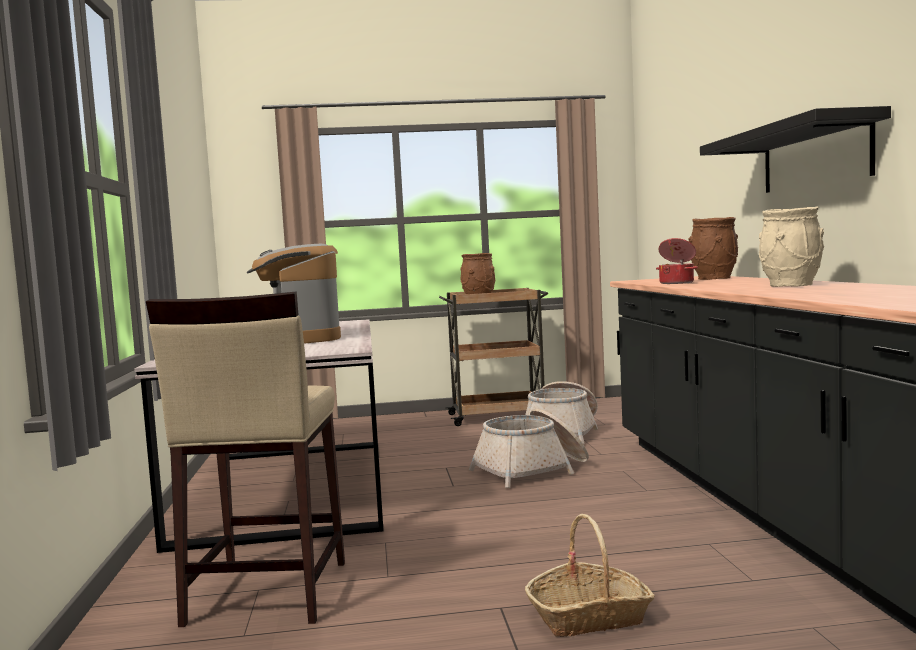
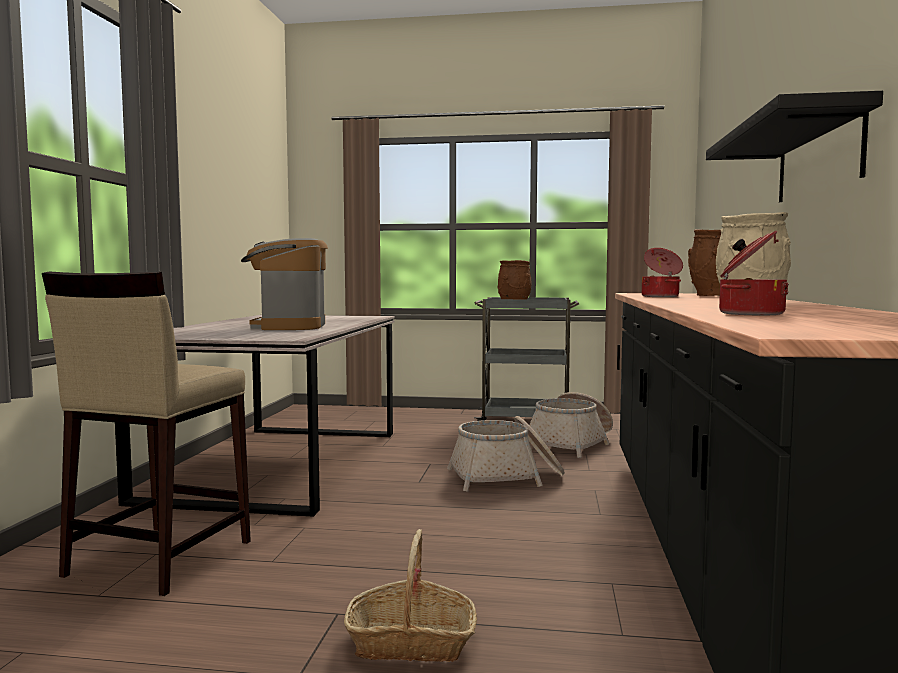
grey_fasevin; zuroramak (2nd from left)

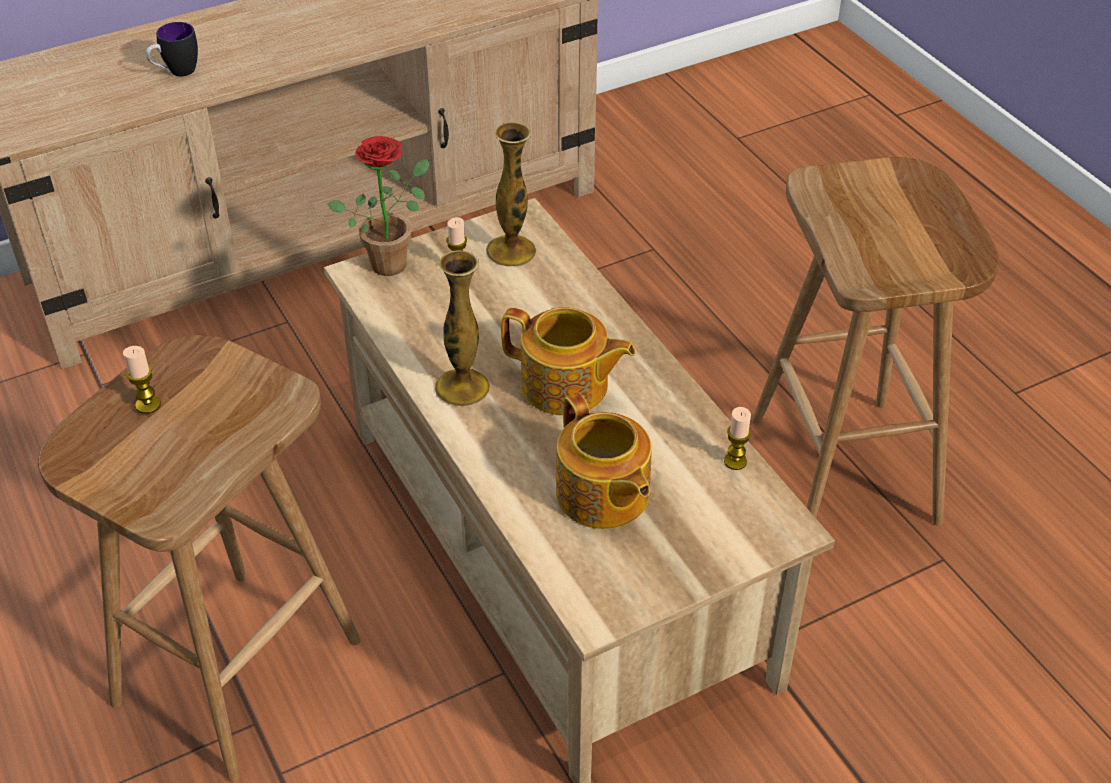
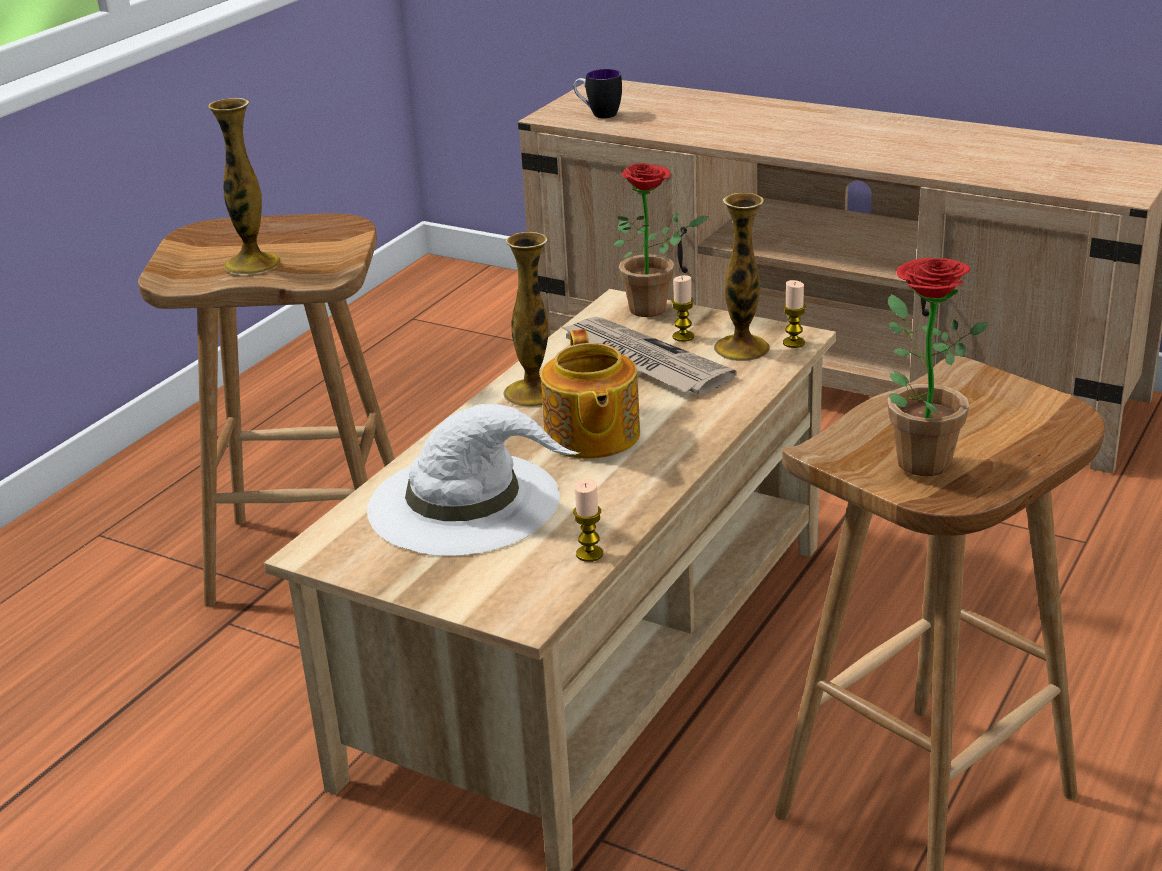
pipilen (3rd from left); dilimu; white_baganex; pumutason (1st from left); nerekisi; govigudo (2nd from left)

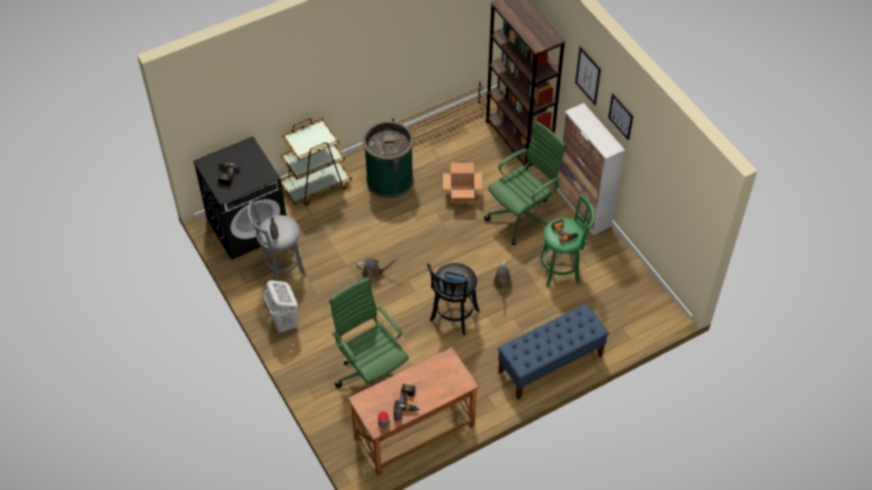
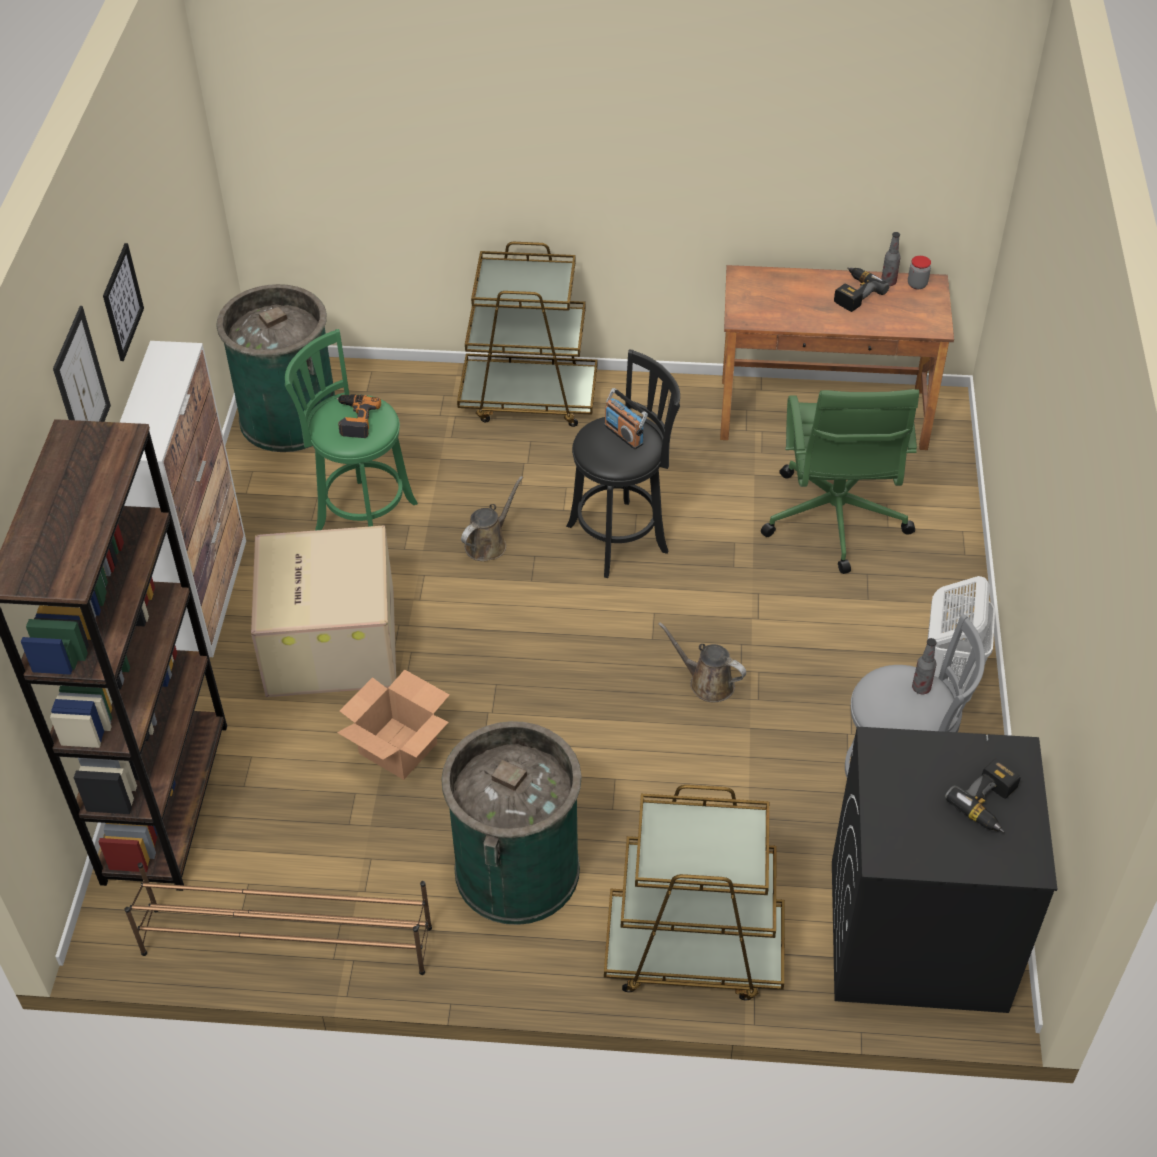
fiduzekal (1st from left); brown_fasevin (1st from left); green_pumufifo (1st from left)

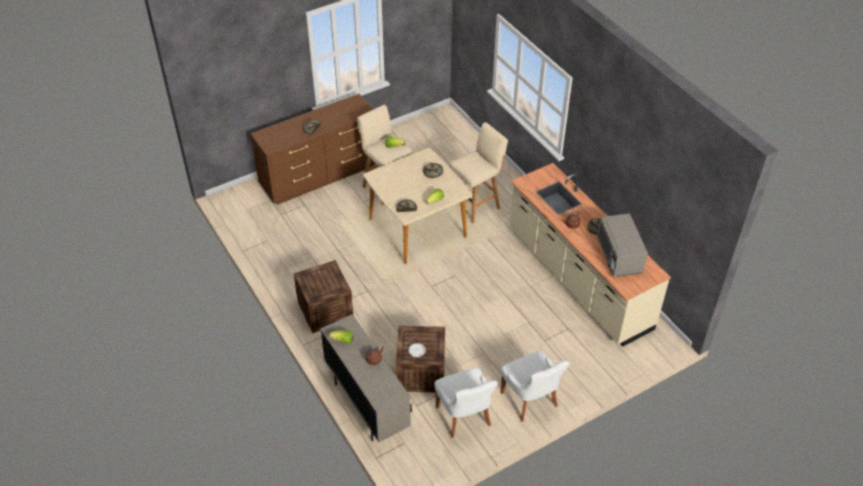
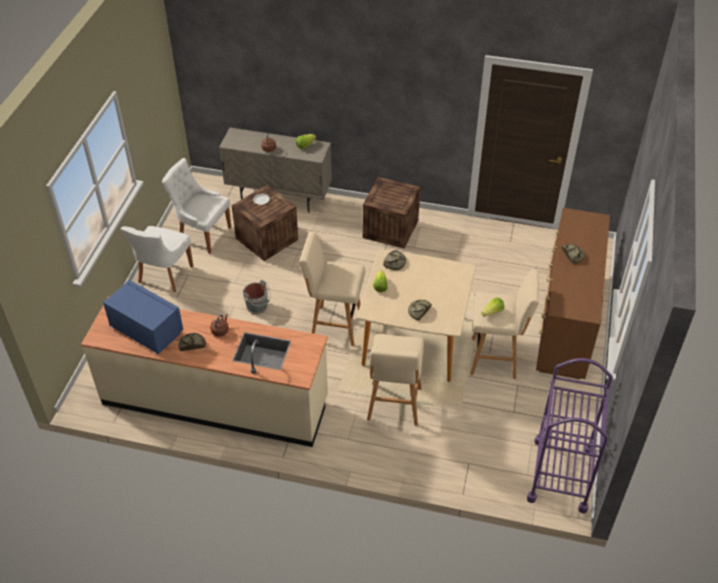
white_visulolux (1st from left); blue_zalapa; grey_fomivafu; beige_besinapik (1st from left); purple_fasevin

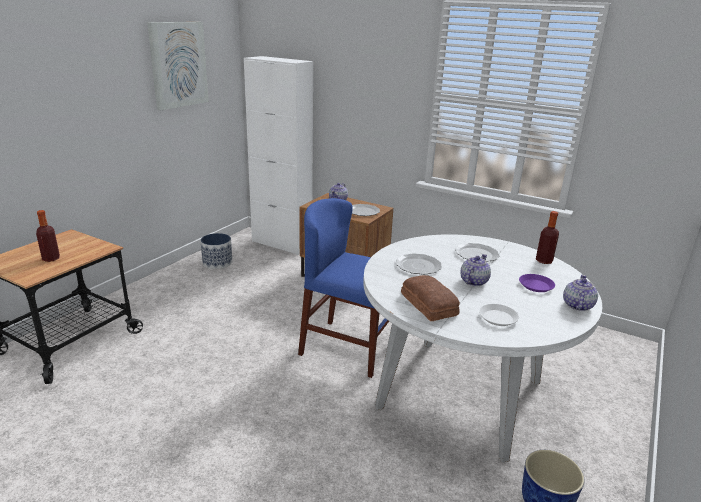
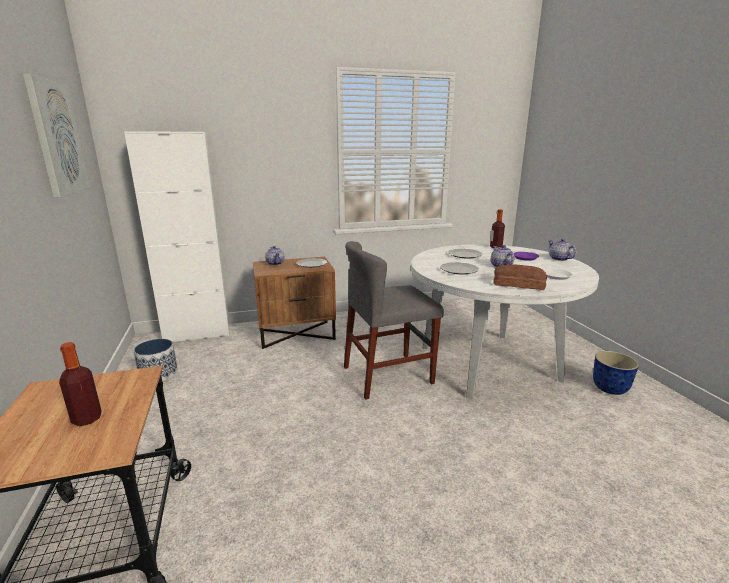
grey_visulolux

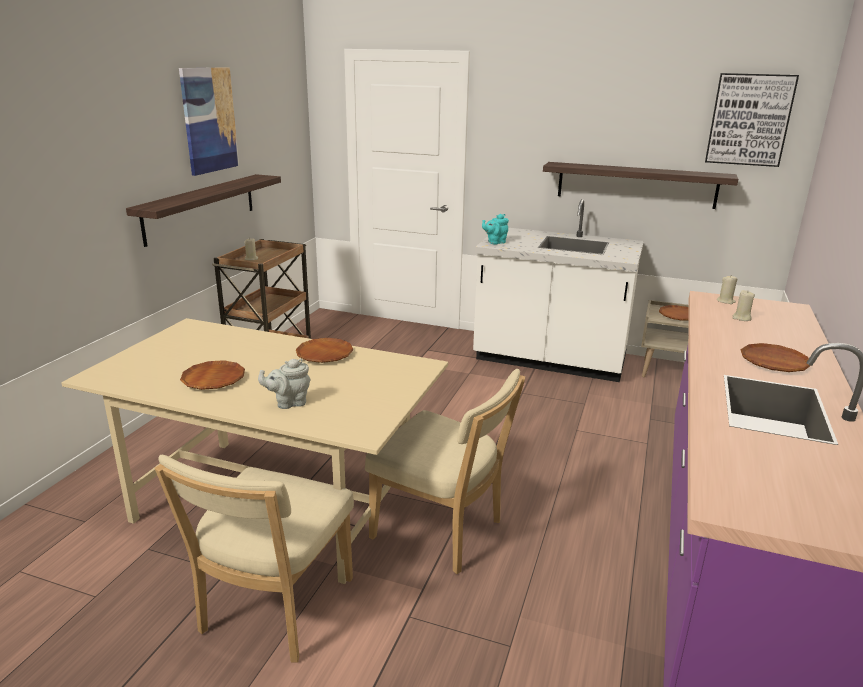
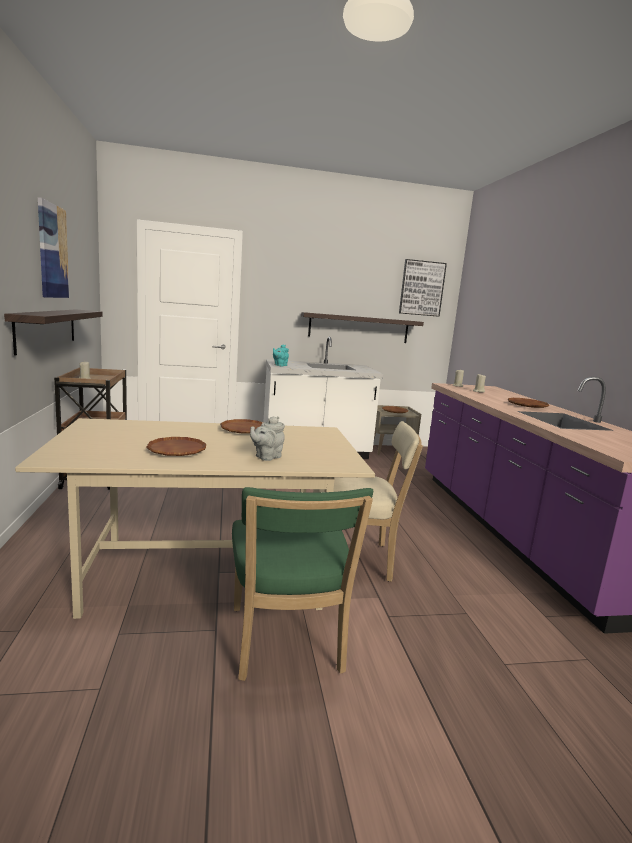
green_visulolux

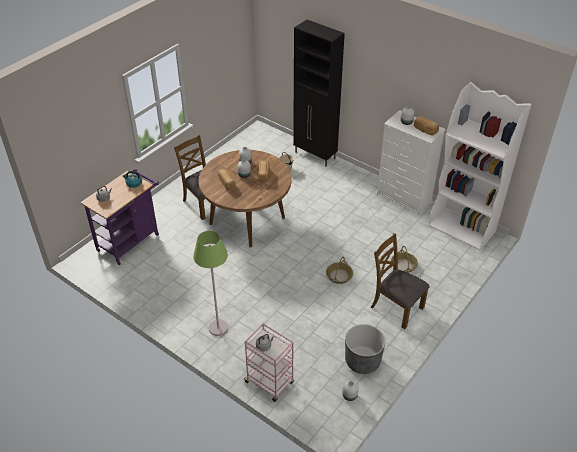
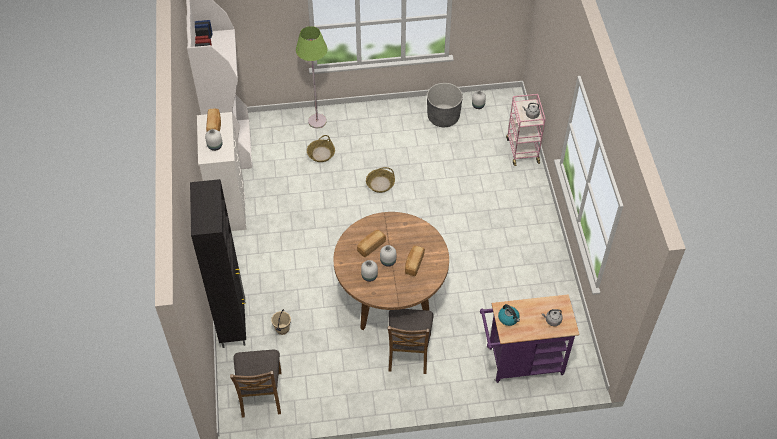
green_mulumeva; brown_visulolux (1st from left)

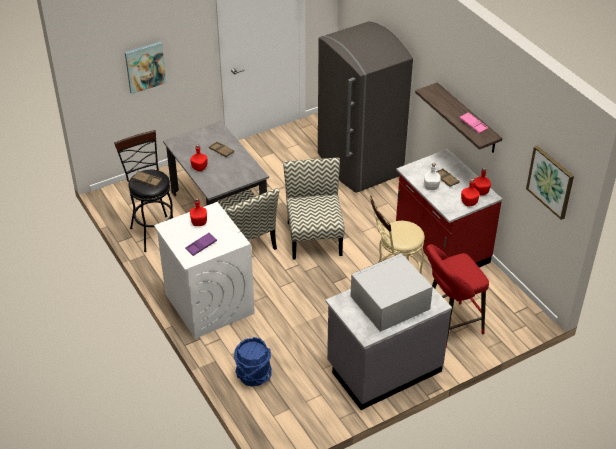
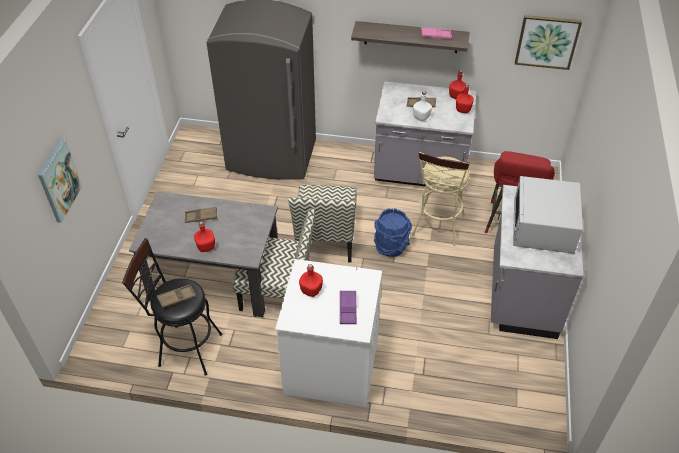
blue_fomivafu; visulolux (2nd from left); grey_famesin (1st from left)

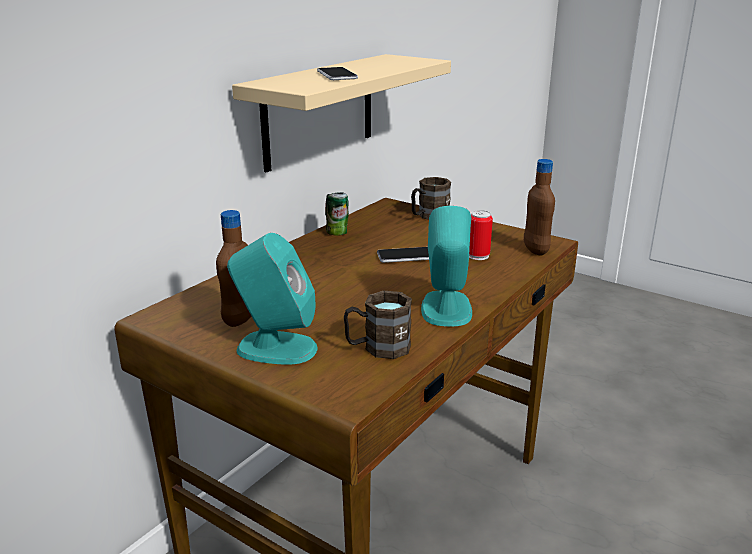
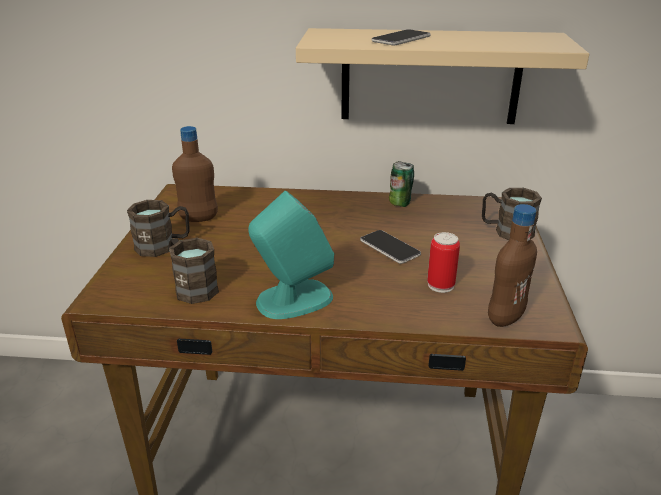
brown_dilimu (1st from left)

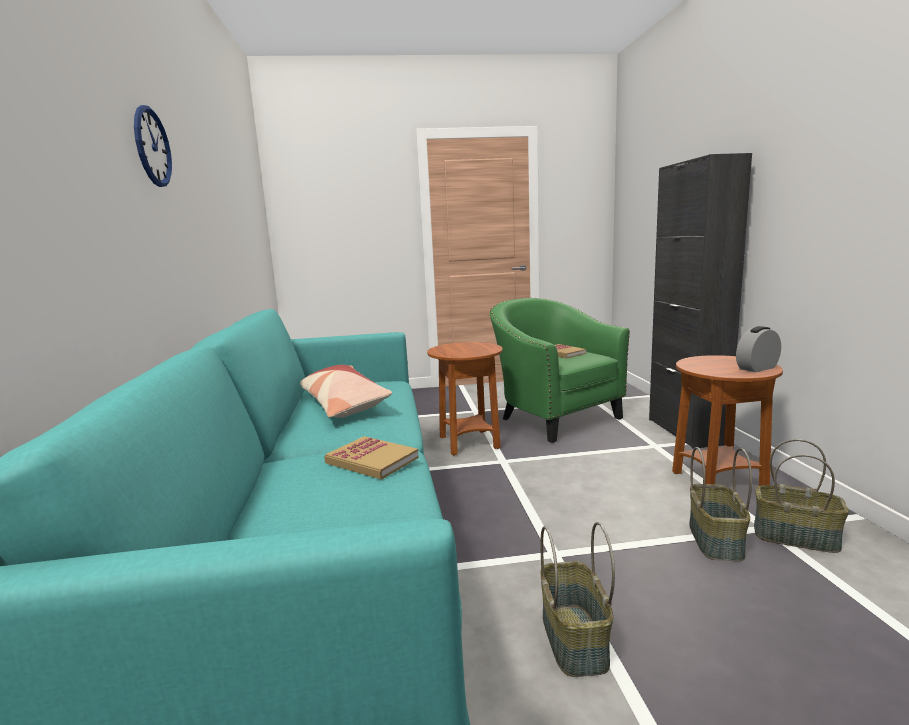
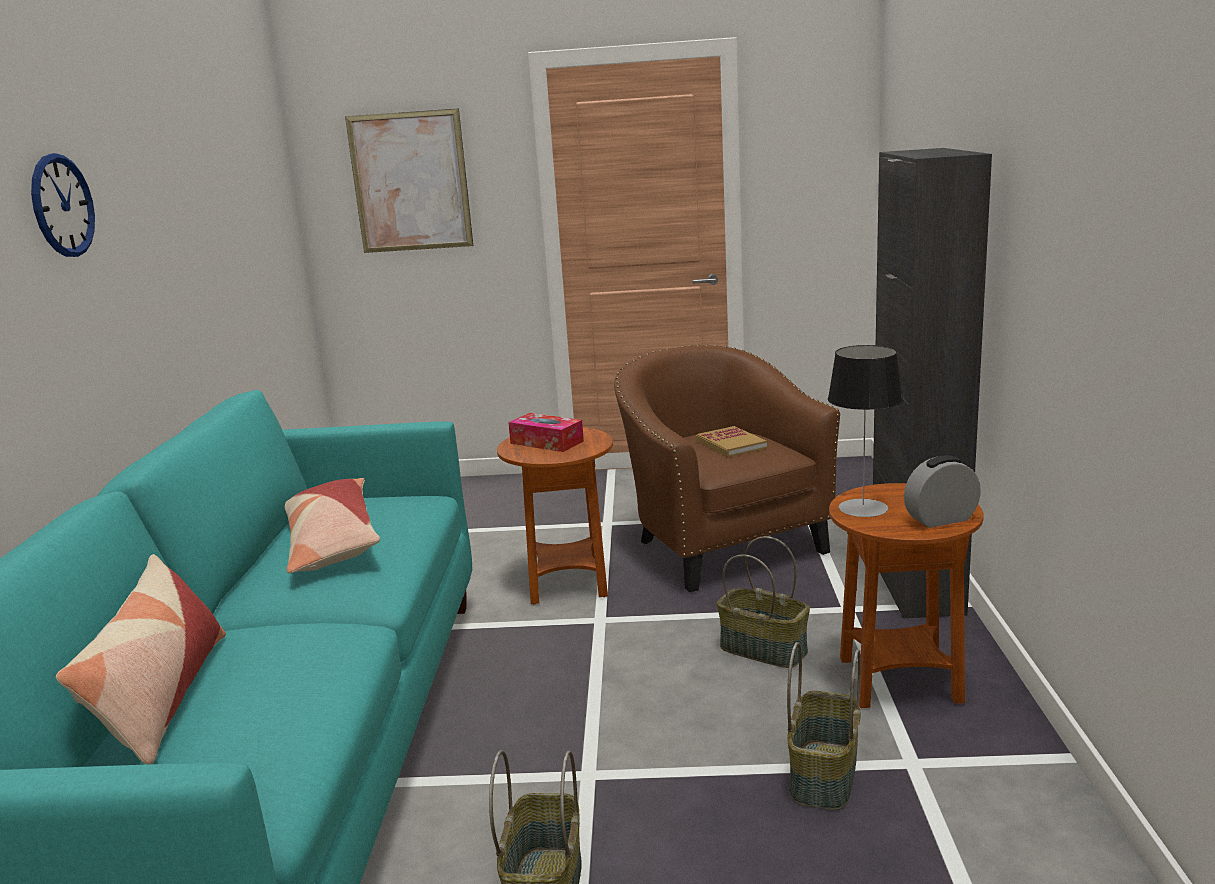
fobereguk (1st from left in the first image); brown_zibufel; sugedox (2nd from left); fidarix (1st from left); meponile; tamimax; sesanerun

